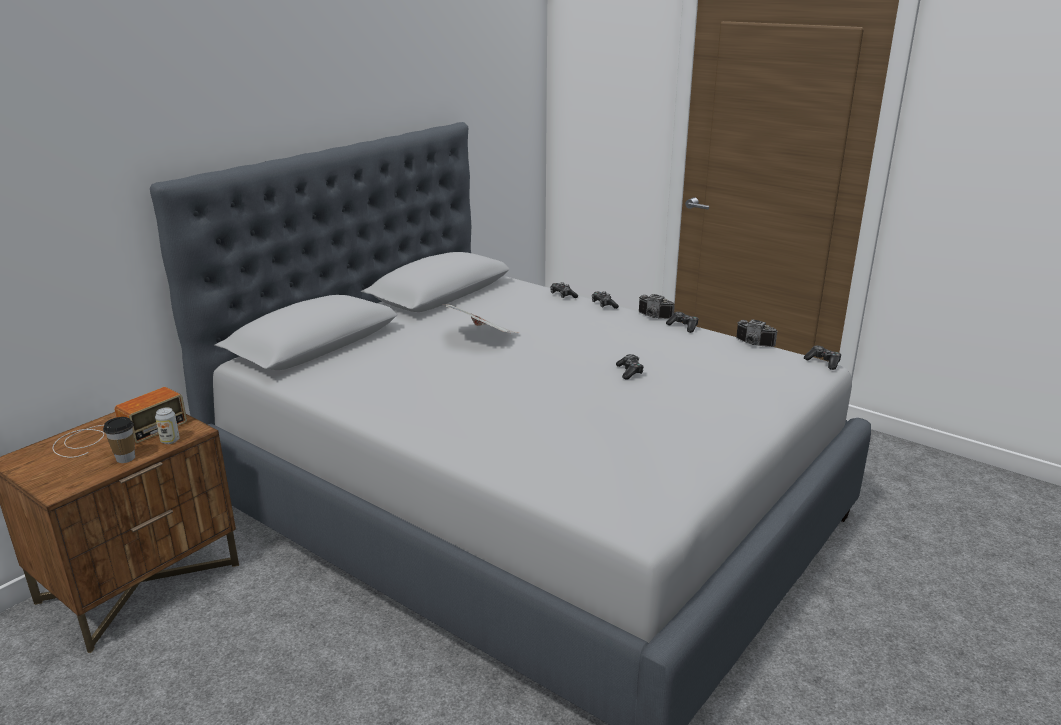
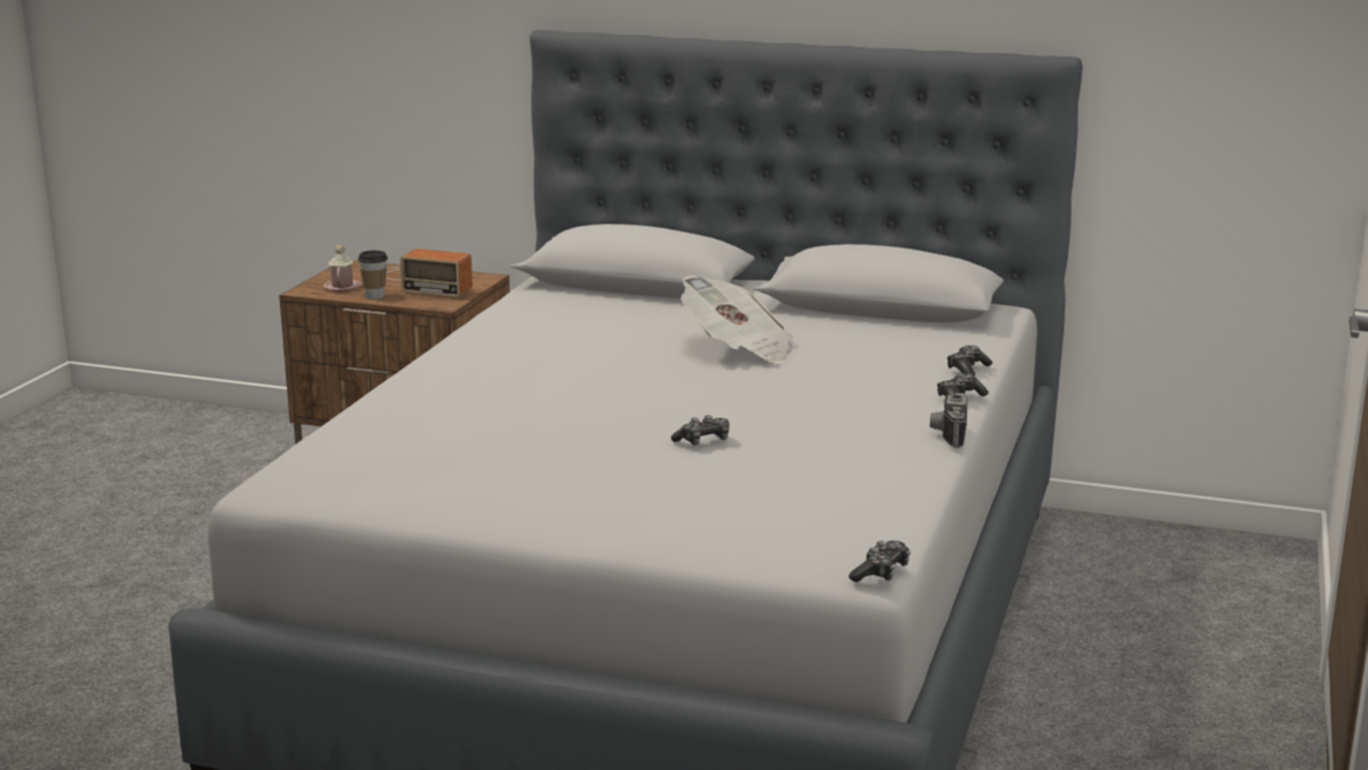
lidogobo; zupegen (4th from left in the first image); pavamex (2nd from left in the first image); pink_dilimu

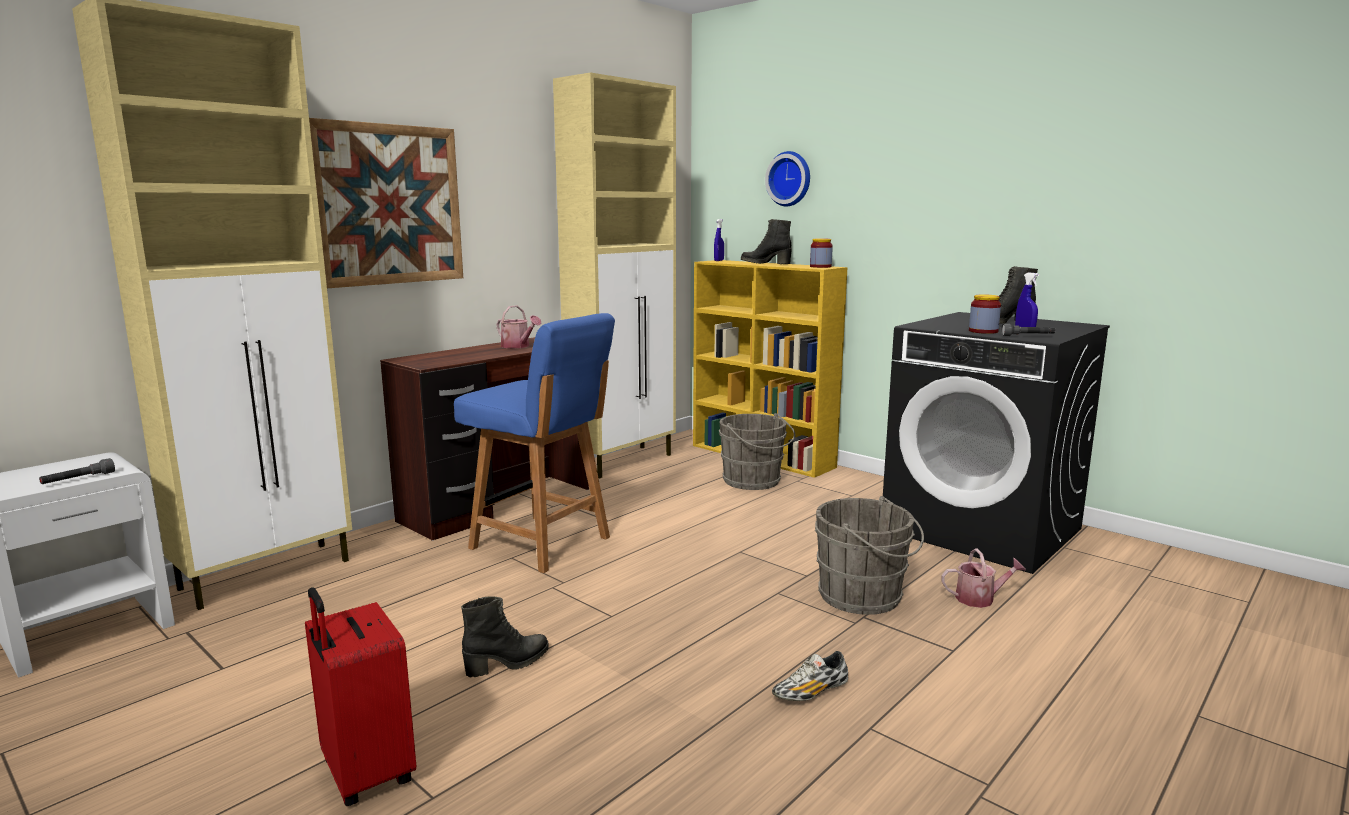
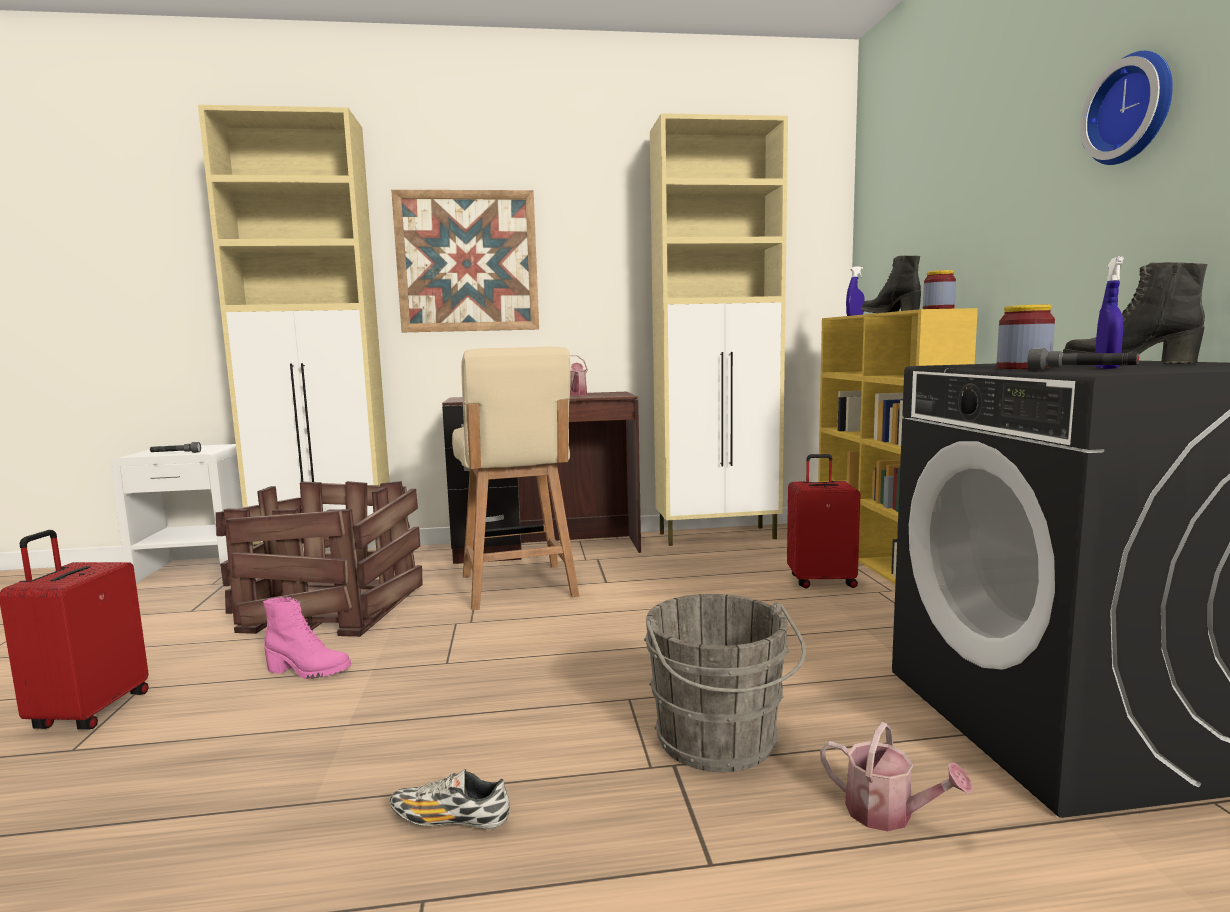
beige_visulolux; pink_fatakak; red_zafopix (2nd from left); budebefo; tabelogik

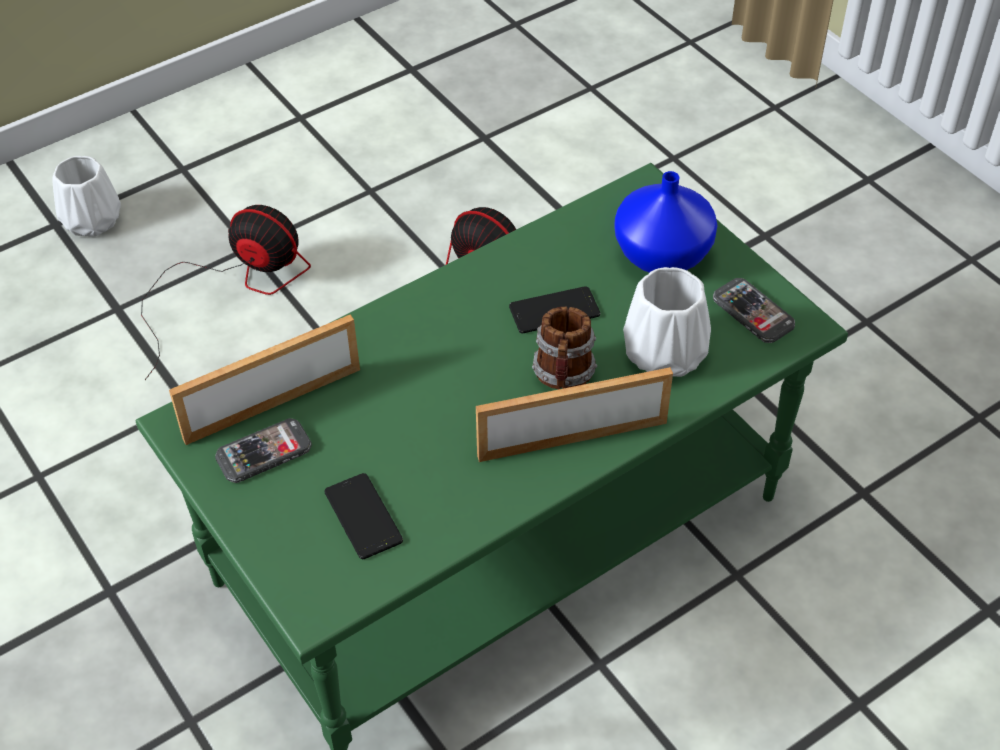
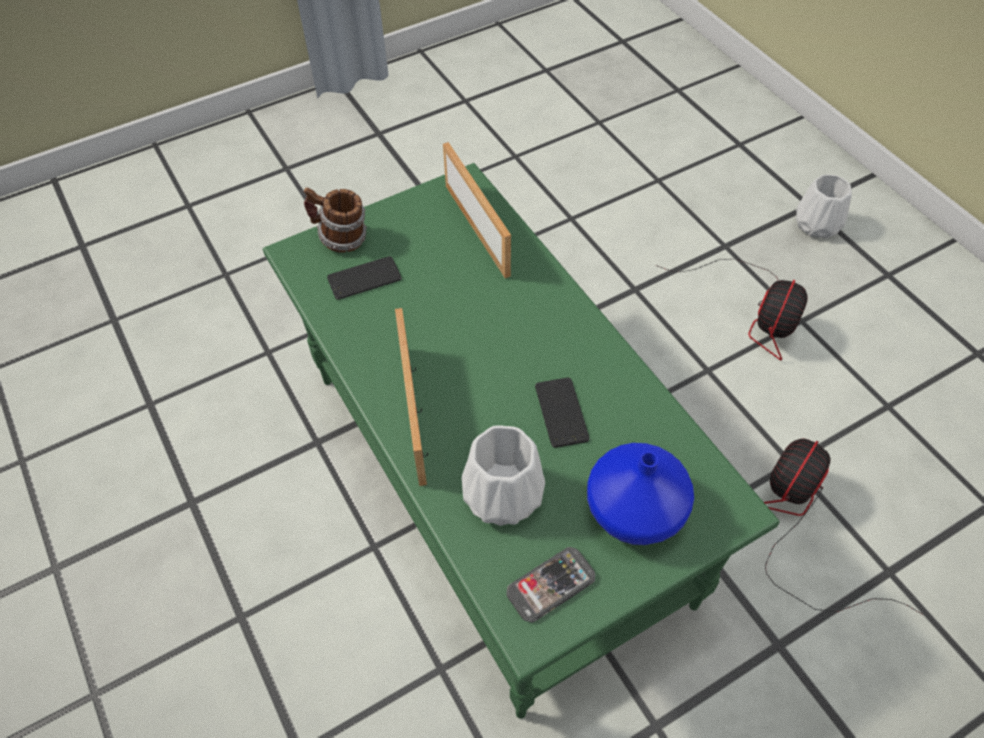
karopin (1st from left in the first image); dilimu

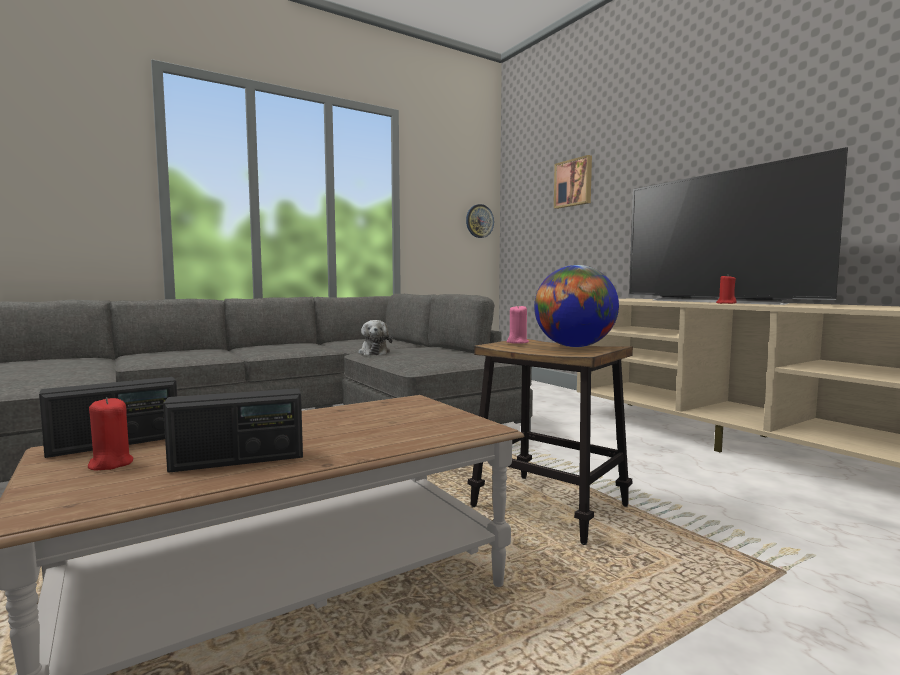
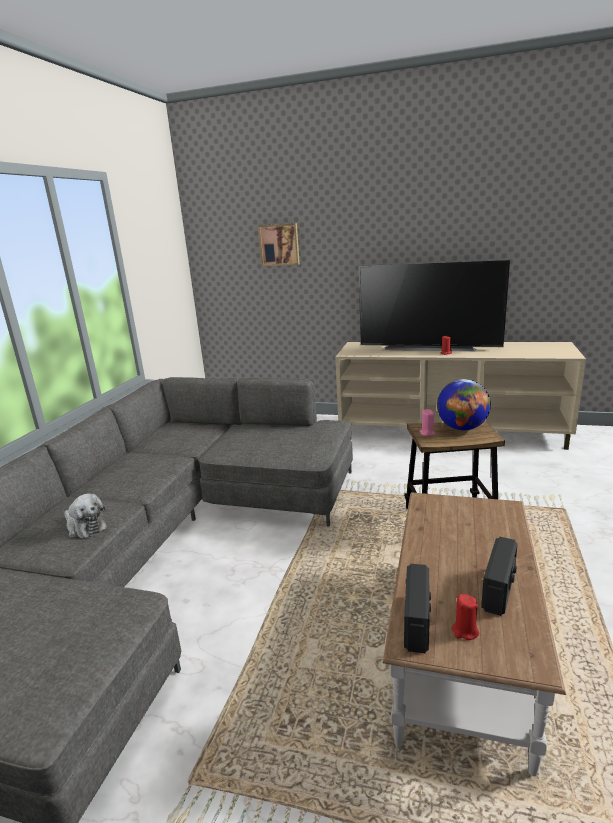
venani; budebefo

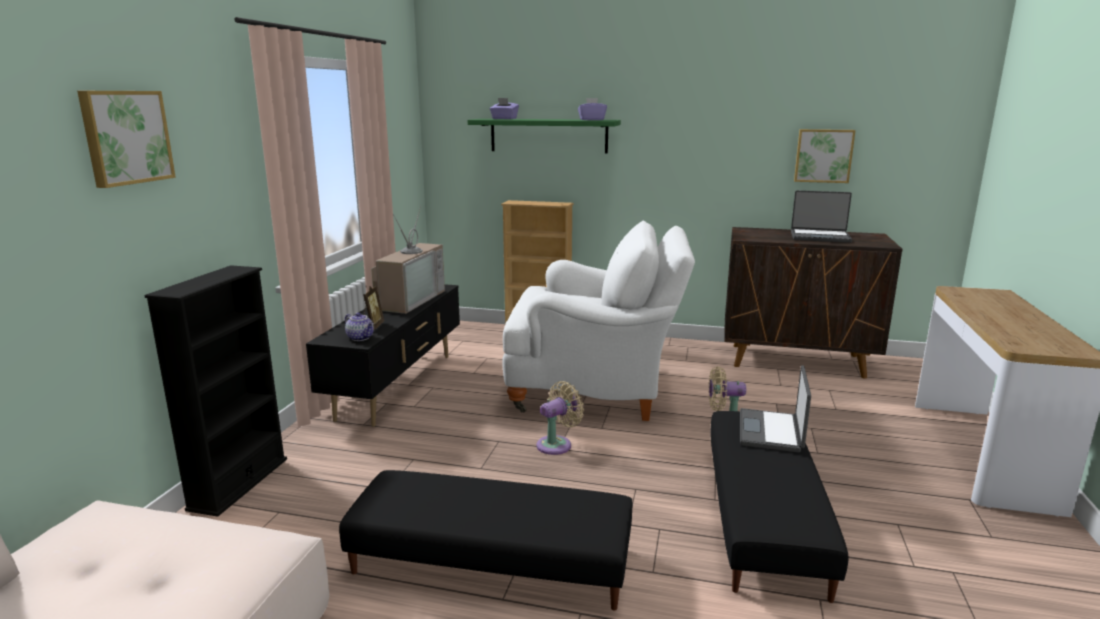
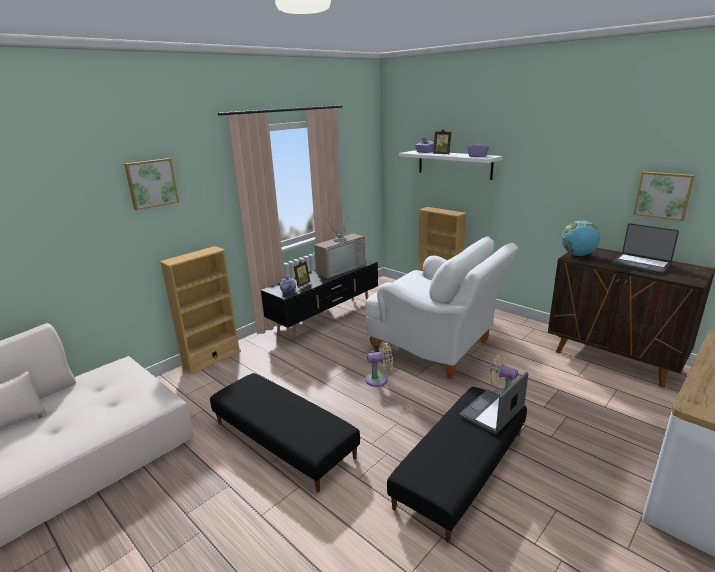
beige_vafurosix (1st from left); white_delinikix; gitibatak (2nd from left); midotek

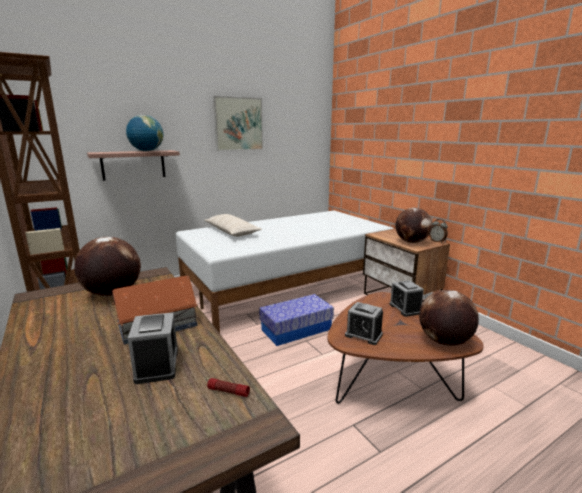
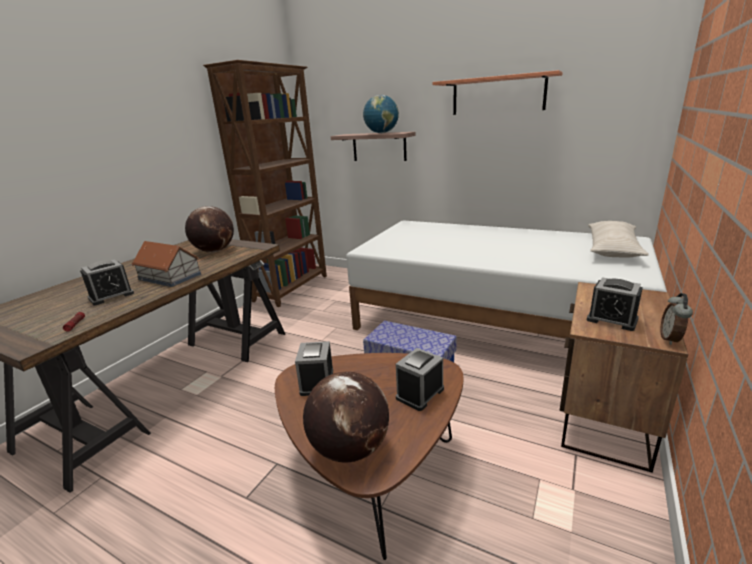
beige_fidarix; delinikix (2nd from left); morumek (4th from left)

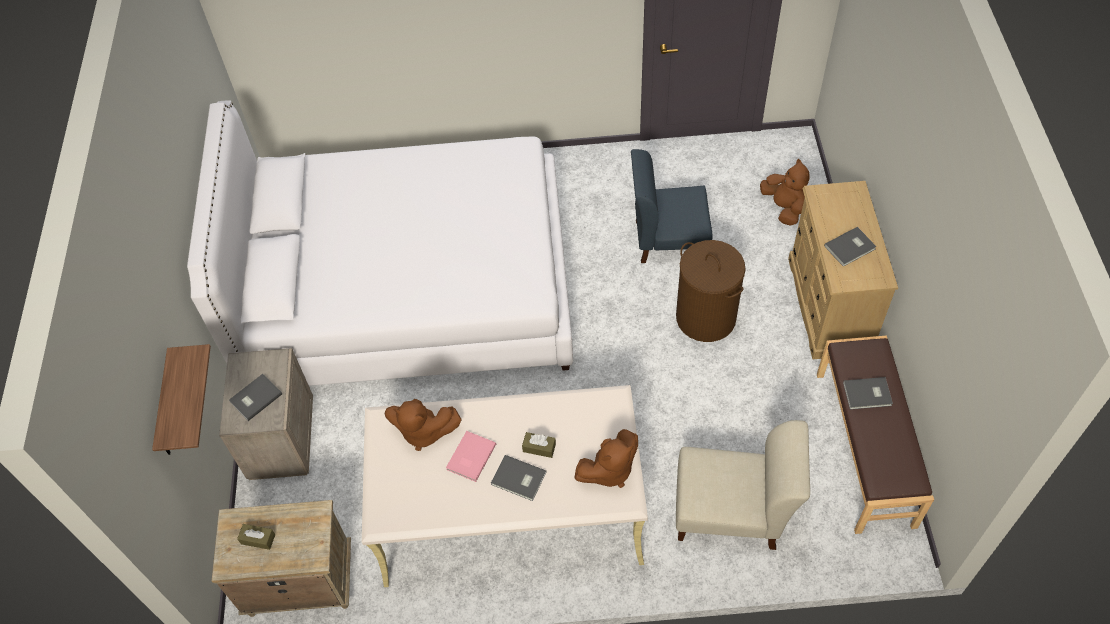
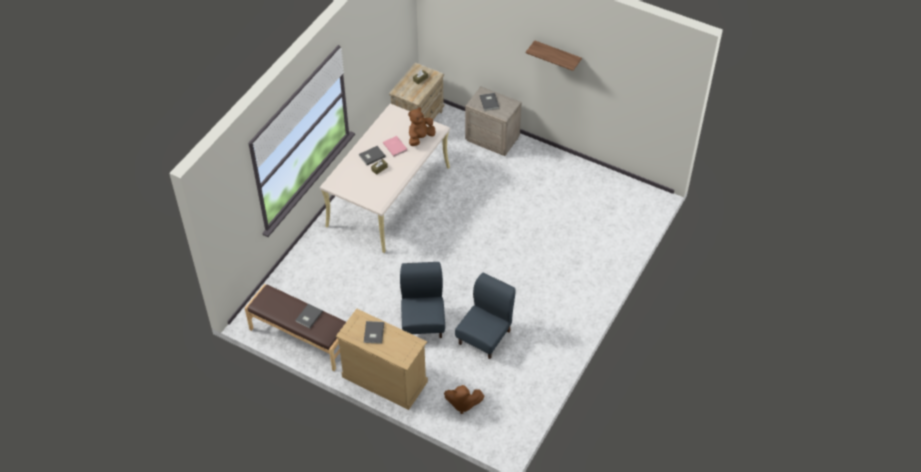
delinikix; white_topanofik; brown_venani (2nd from left in the first image); blue_visulolux (1st from left); beige_visulolux

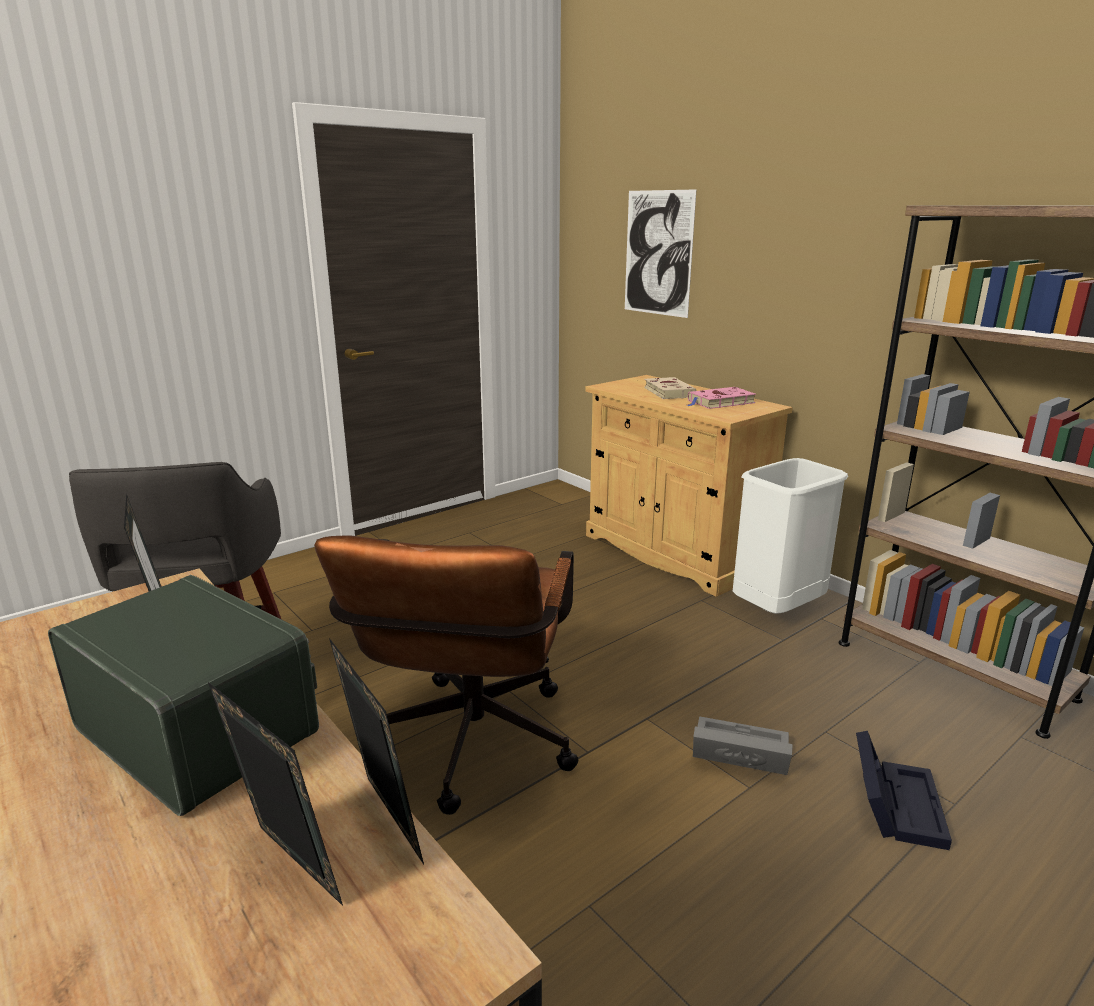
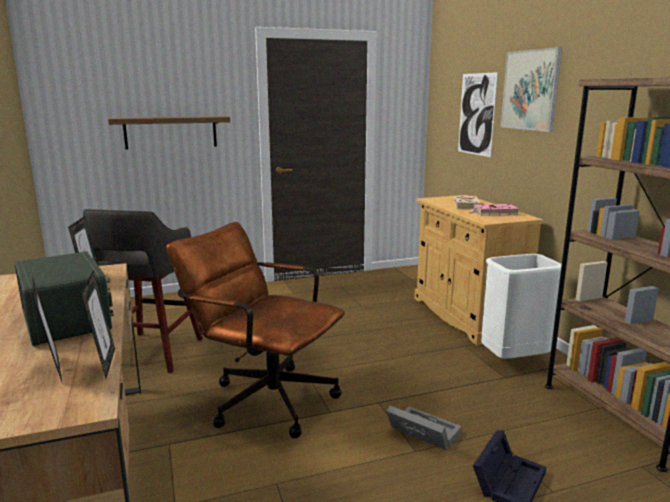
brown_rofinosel; delinikix; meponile (2nd from left)

